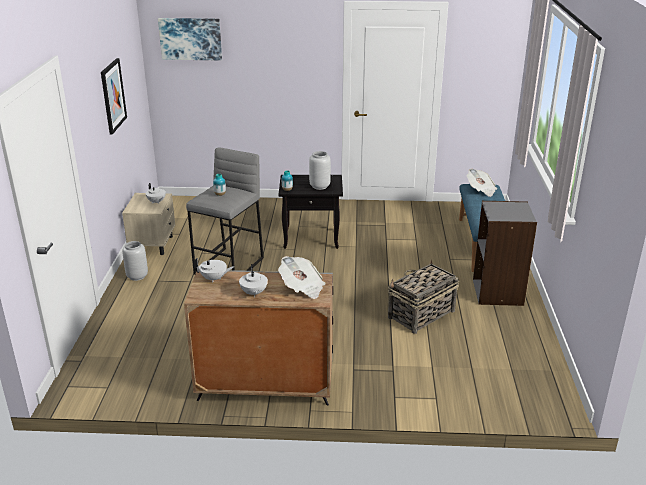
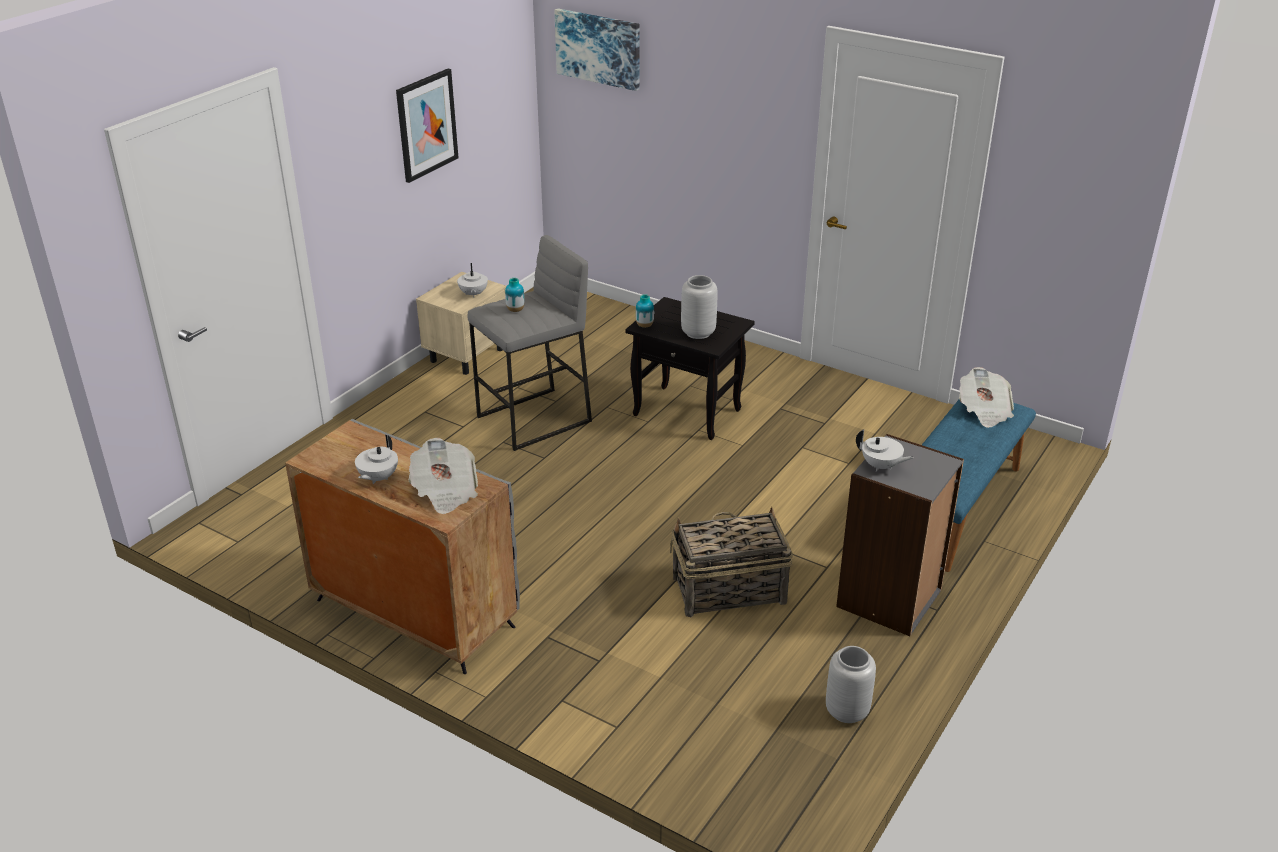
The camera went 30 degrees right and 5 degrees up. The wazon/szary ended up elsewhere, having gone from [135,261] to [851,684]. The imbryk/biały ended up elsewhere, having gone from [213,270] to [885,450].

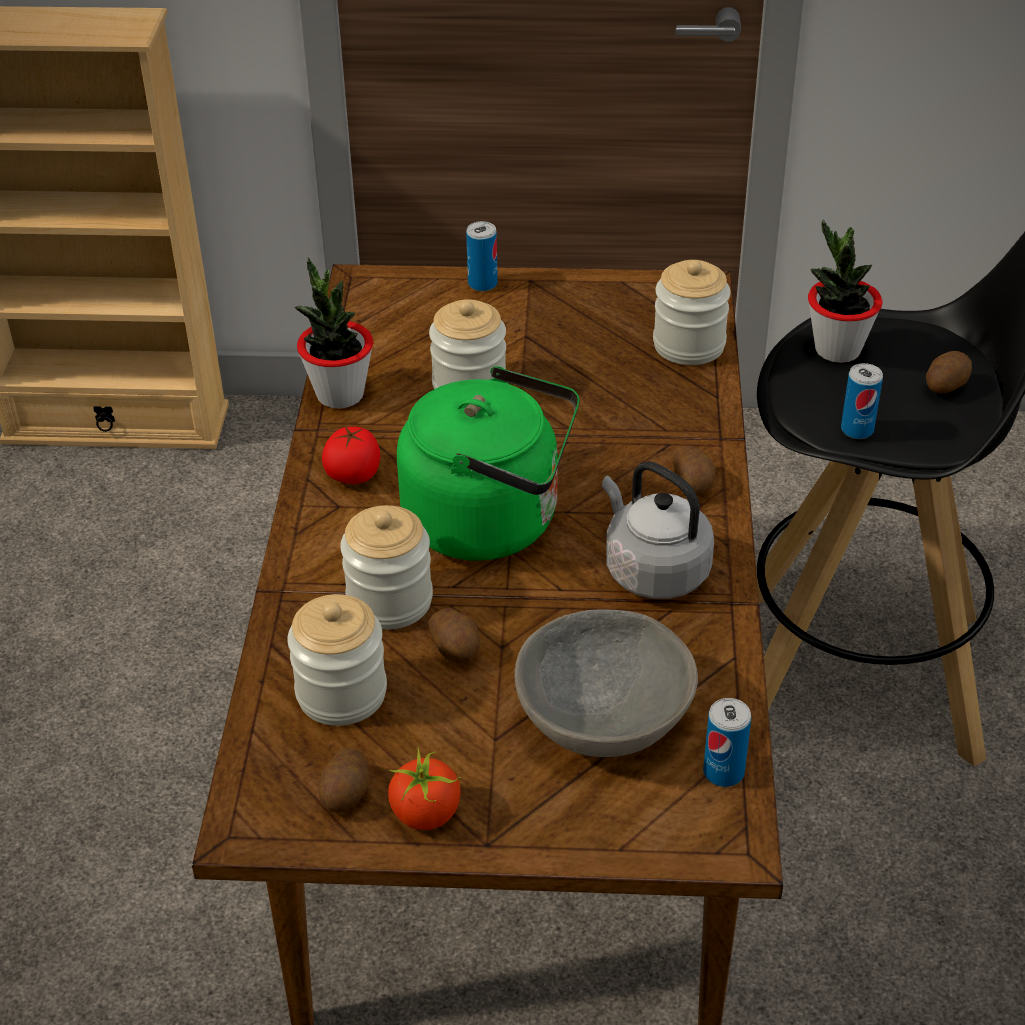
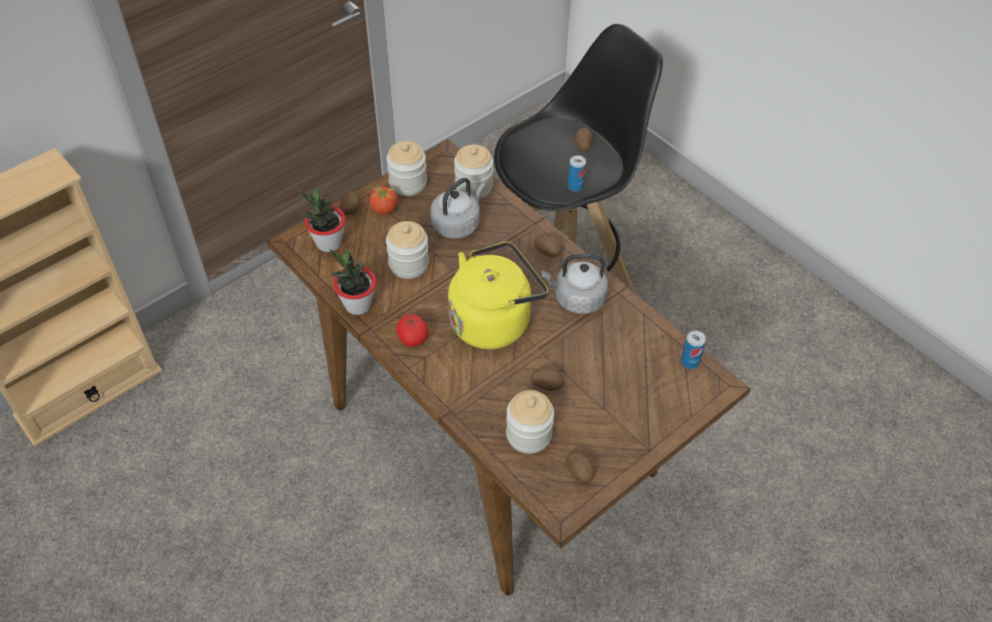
The camera went 45 degrees left and 10 degrees up. The słoik ended up elsewhere, having gone from [386,567] to [407,168]. The pomidor ended up elsewhere, having gone from [424,788] to [383,200]. What was the czajnik/zielony at [488,463] turned into the czajnik/żółty at [498,295]. Where the puszka stood at [482,256], the ziemniak came to stand at [350,203]. The second view lost the miska/szary at [606,683]. The roślina doniczkowa ended up elsewhere, having gone from [845,291] to [323,219]. The second view gained the czajnik/szary at [457,208].

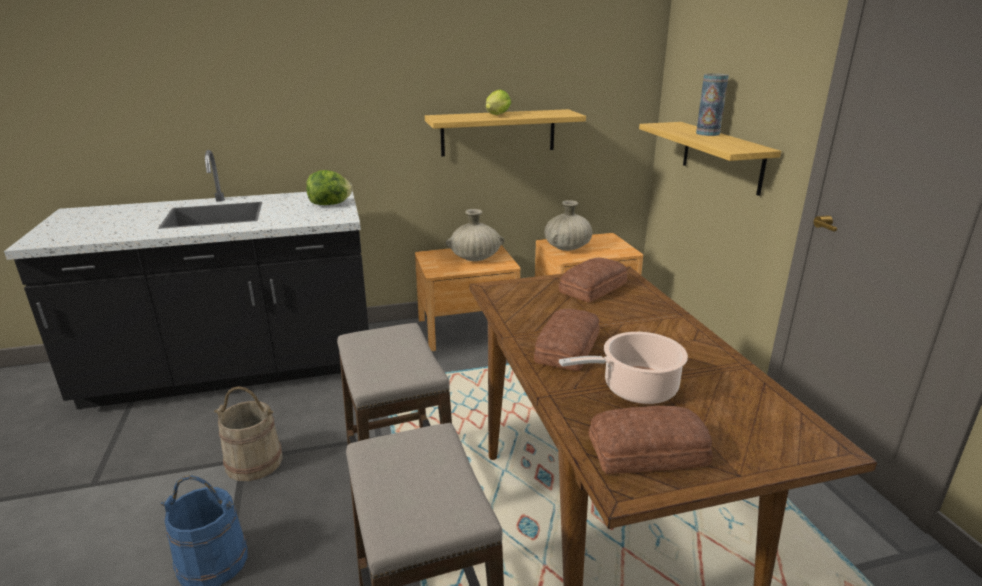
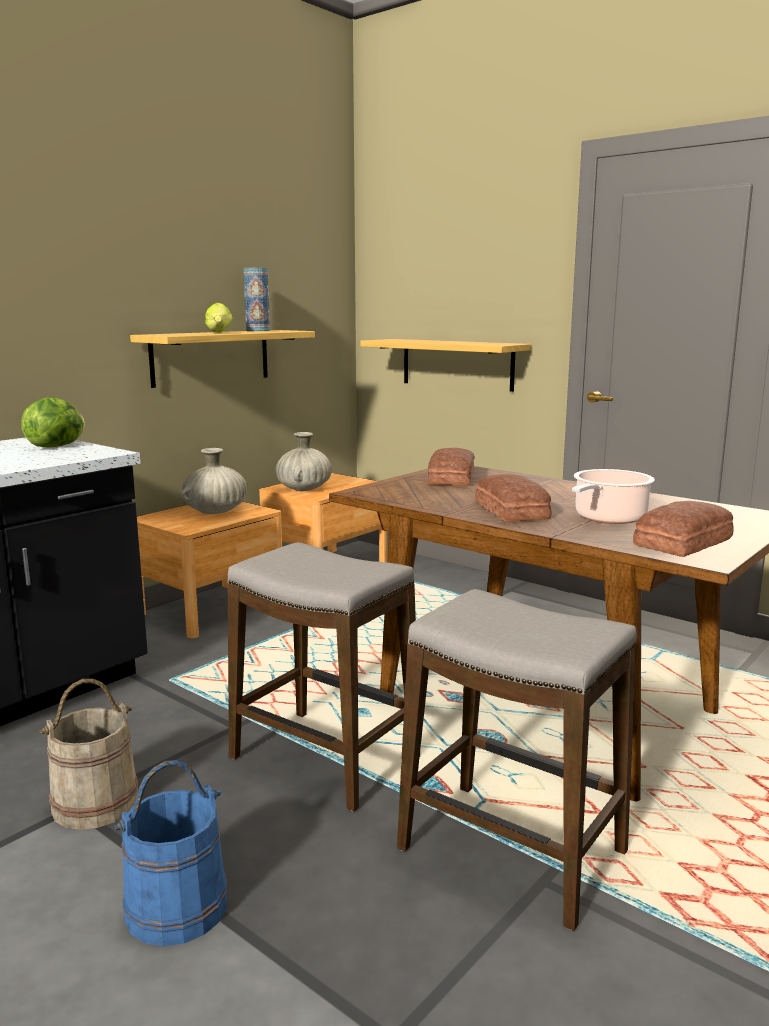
The camera went 35 degrees left and 10 degrees down. The wazon ended up elsewhere, having gone from [712,104] to [256,299].

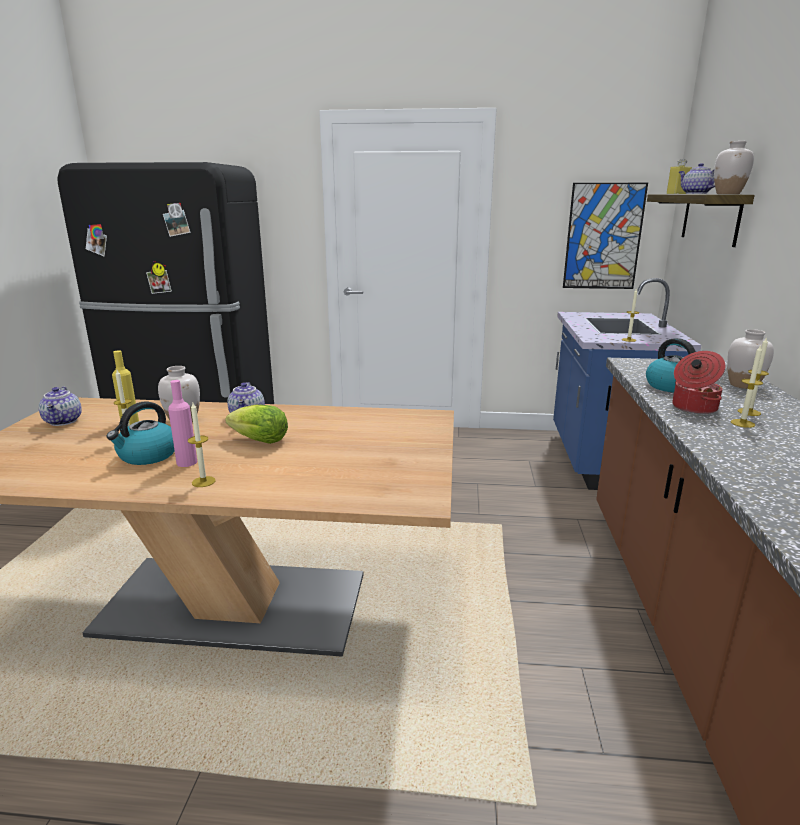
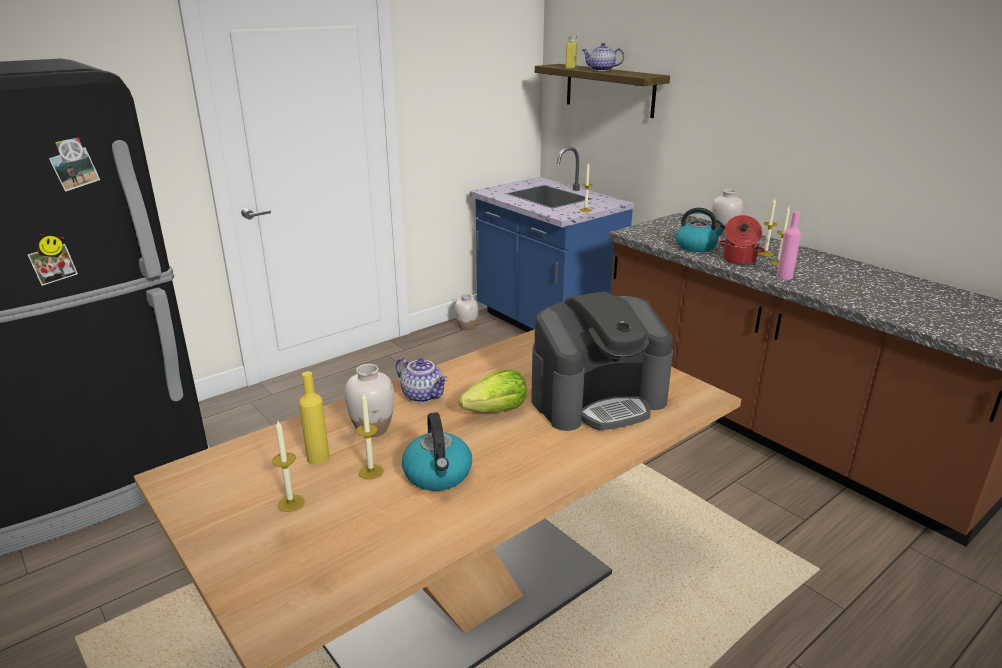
The camera went 45 degrees left and 5 degrees up. The second view lost the imbryk at [60,406]. The butelka/różowy ended up elsewhere, having gone from [182,423] to [789,245]. The świeca ended up elsewhere, having gone from [202,445] to [288,466]. The second view lost the obraz at [605,236]. The wazon/biały ended up elsewhere, having gone from [734,167] to [466,312]. The second view gained the ekspres do kawy at [602,361].

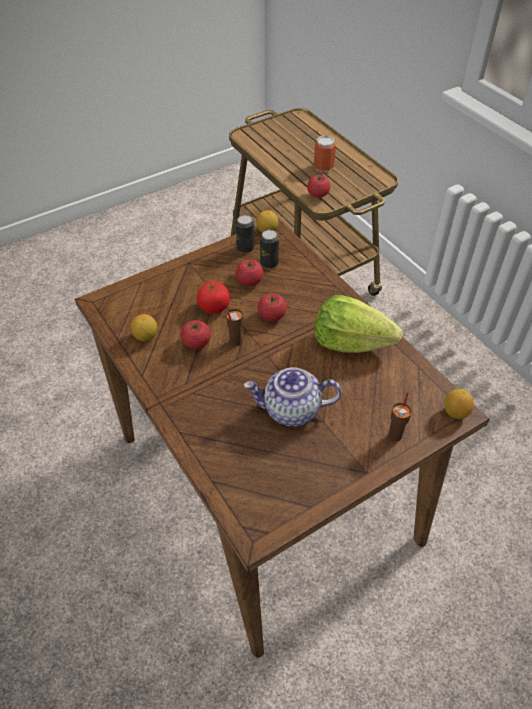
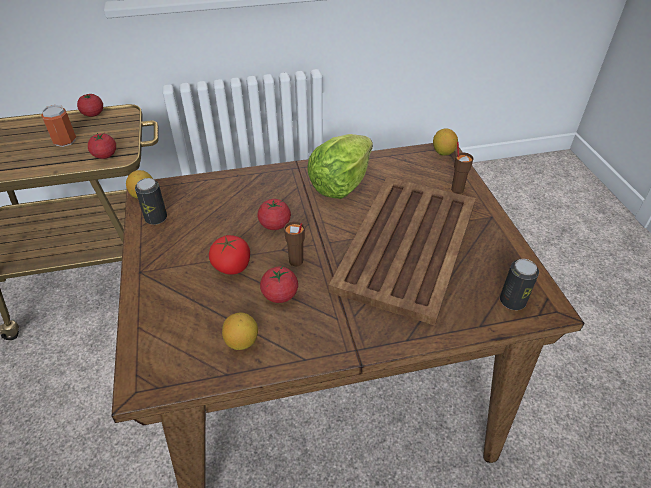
The camera went 70 degrees left and 5 degrees down. The pomidor ended up elsewhere, having gone from [250,272] to [90,105]. Where the imbryk stood at [293,397], the taca/brązowy came to stand at [402,251]. The puszka ended up elsewhere, having gone from [269,249] to [519,284].

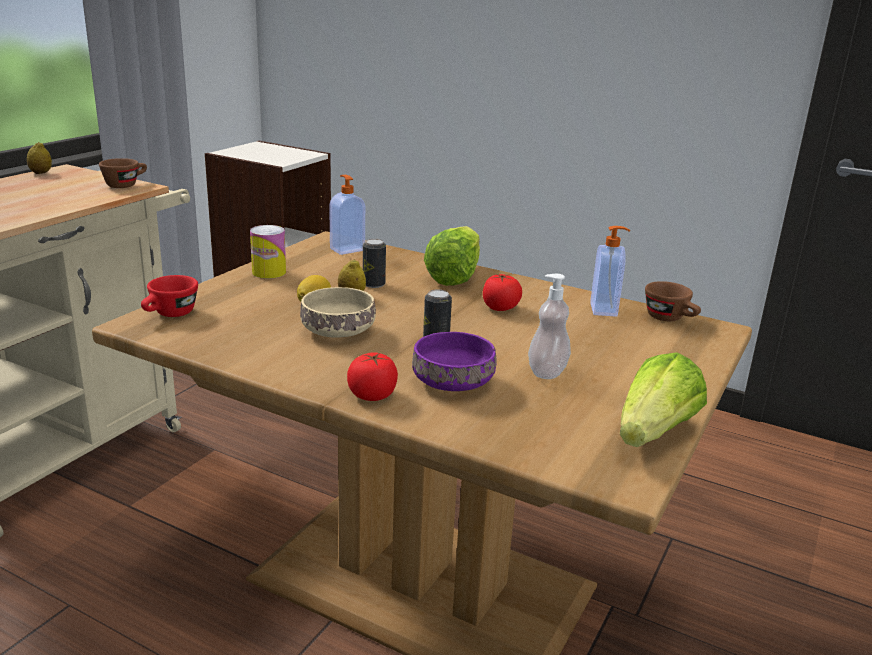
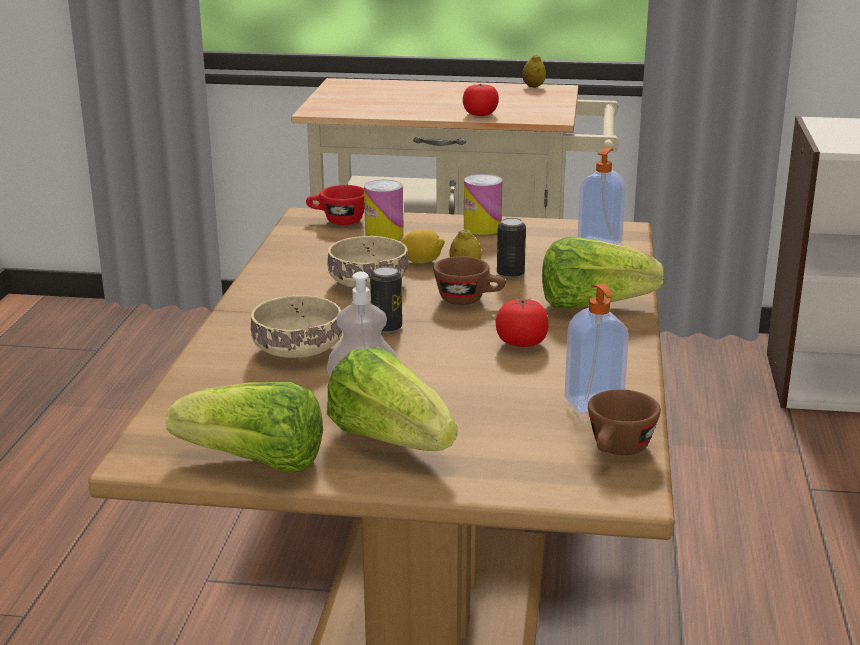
The camera went 70 degrees right and 0 degrees up. The filiżanka/brązowy ended up elsewhere, having gone from [123,173] to [469,280]. The pomidor ended up elsewhere, having gone from [372,376] to [481,100]. What was the miska/fioletowy at [454,361] turned into the miska/beżowy at [296,326]. The second view gained the sałata at [392,399]. The second view gained the puszka at [384,210].

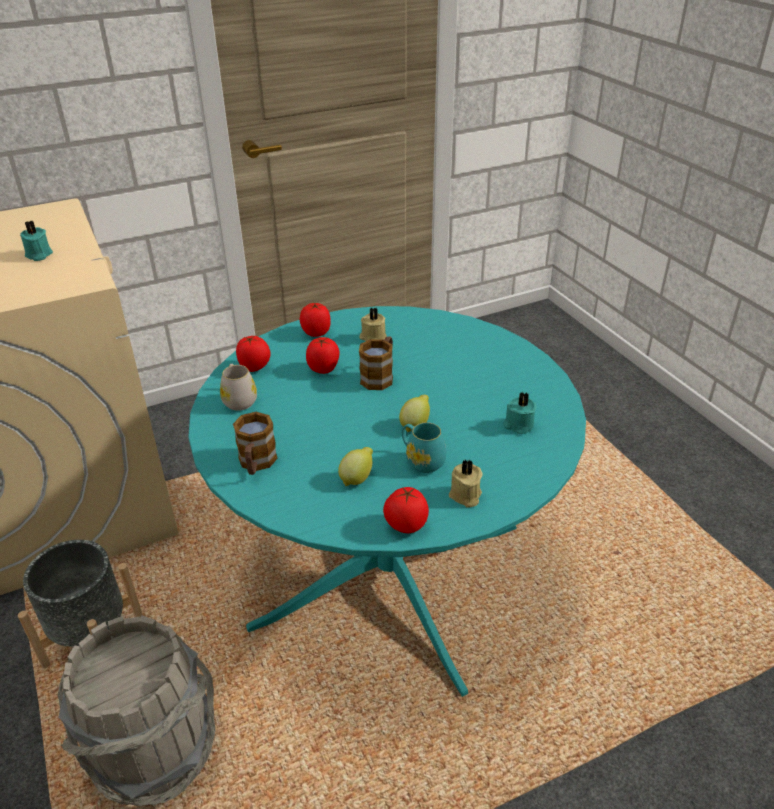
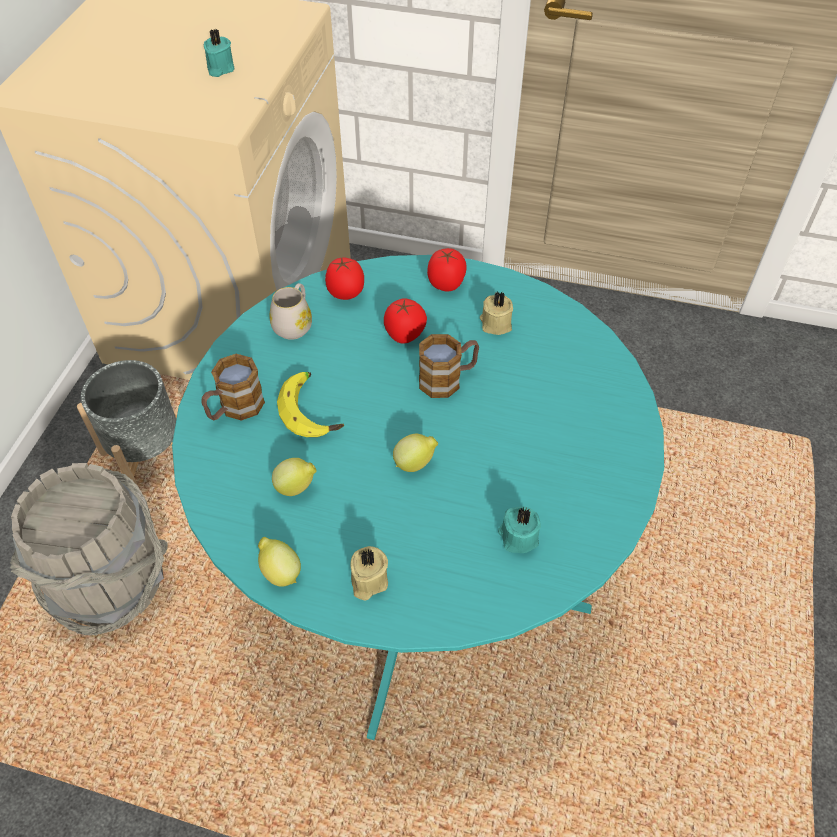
The camera went 40 degrees right and 15 degrees up. Where the pomidor stood at [406,510], the cytryna came to stand at [279,562]. The second view lost the kubek/turkusowy at [424,447]. The second view gained the banan at [310,404].

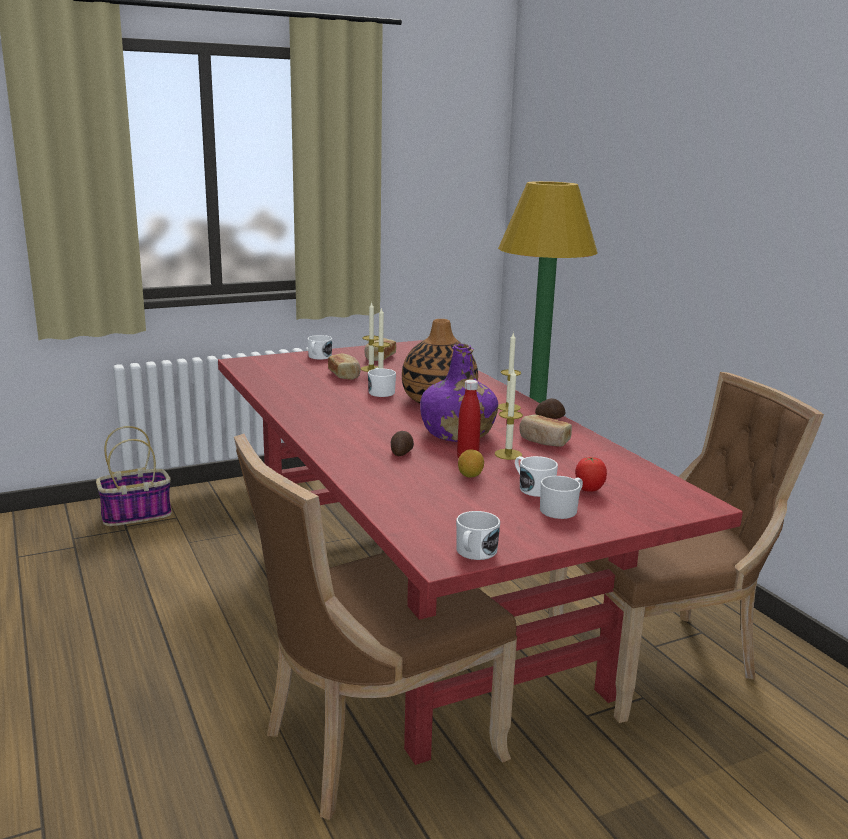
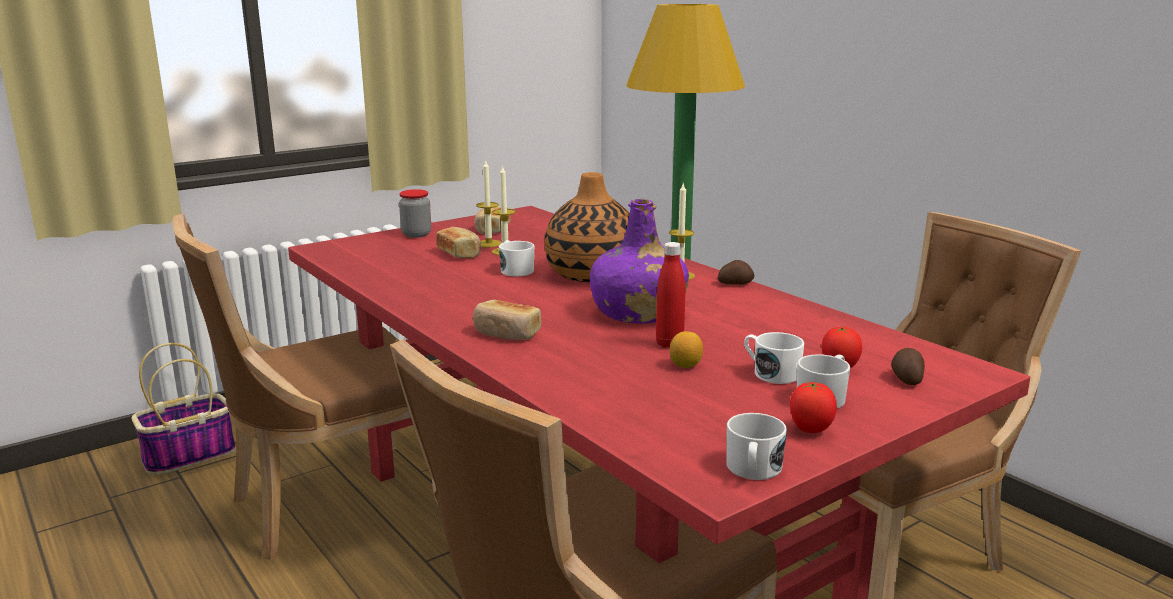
The camera went 10 degrees left and 0 degrees up. Where the kubek/biały stood at [320,347], the słoik came to stand at [415,213]. The ziemniak ended up elsewhere, having gone from [402,443] to [908,366]. The second view lost the świeca at [509,414]. The chleb ended up elsewhere, having gone from [545,430] to [507,320]. The second view gained the krzesło/brązowy at [305,386]. The second view gained the pomidor at [813,407].

